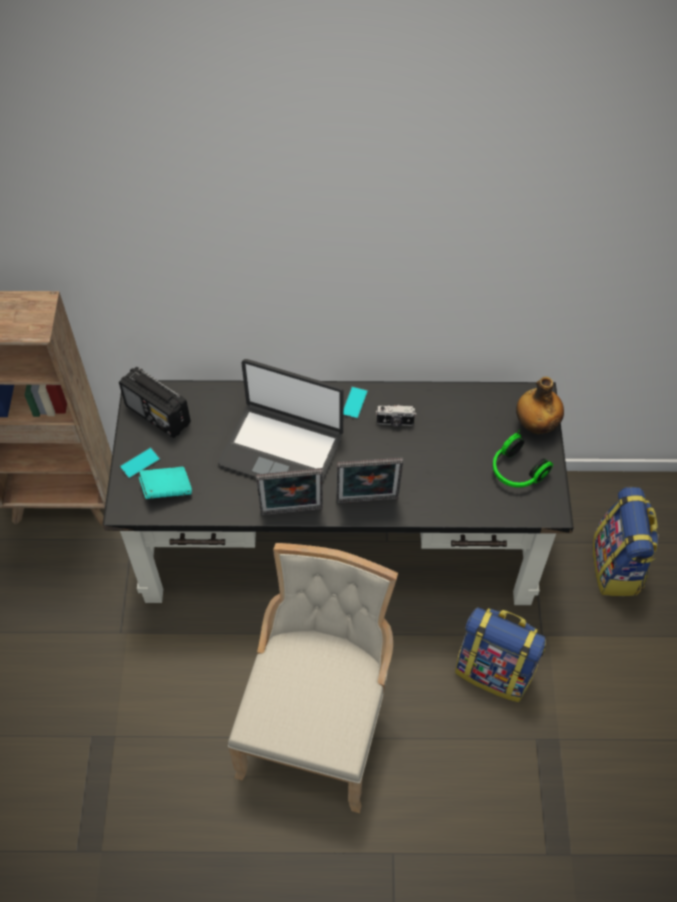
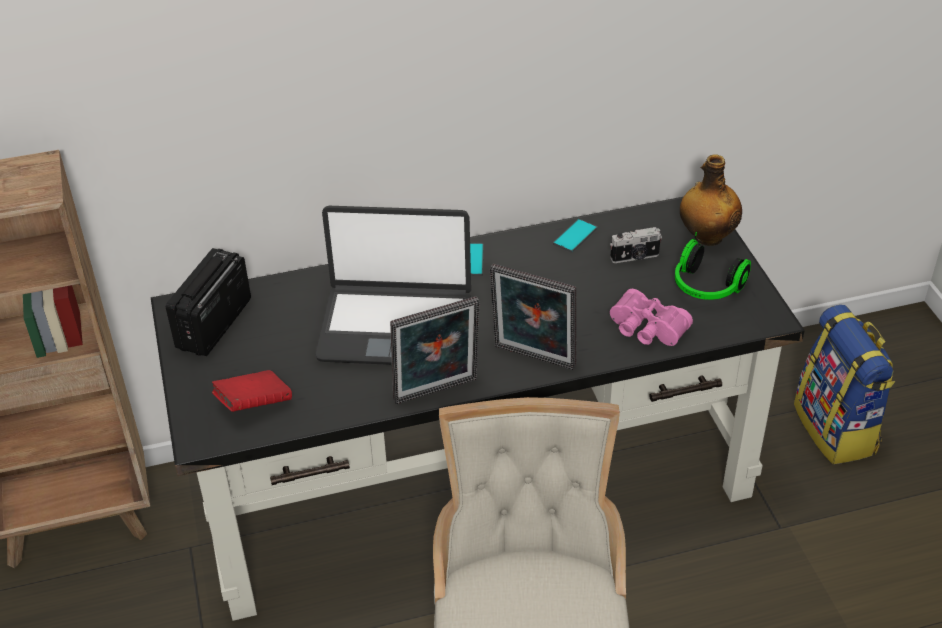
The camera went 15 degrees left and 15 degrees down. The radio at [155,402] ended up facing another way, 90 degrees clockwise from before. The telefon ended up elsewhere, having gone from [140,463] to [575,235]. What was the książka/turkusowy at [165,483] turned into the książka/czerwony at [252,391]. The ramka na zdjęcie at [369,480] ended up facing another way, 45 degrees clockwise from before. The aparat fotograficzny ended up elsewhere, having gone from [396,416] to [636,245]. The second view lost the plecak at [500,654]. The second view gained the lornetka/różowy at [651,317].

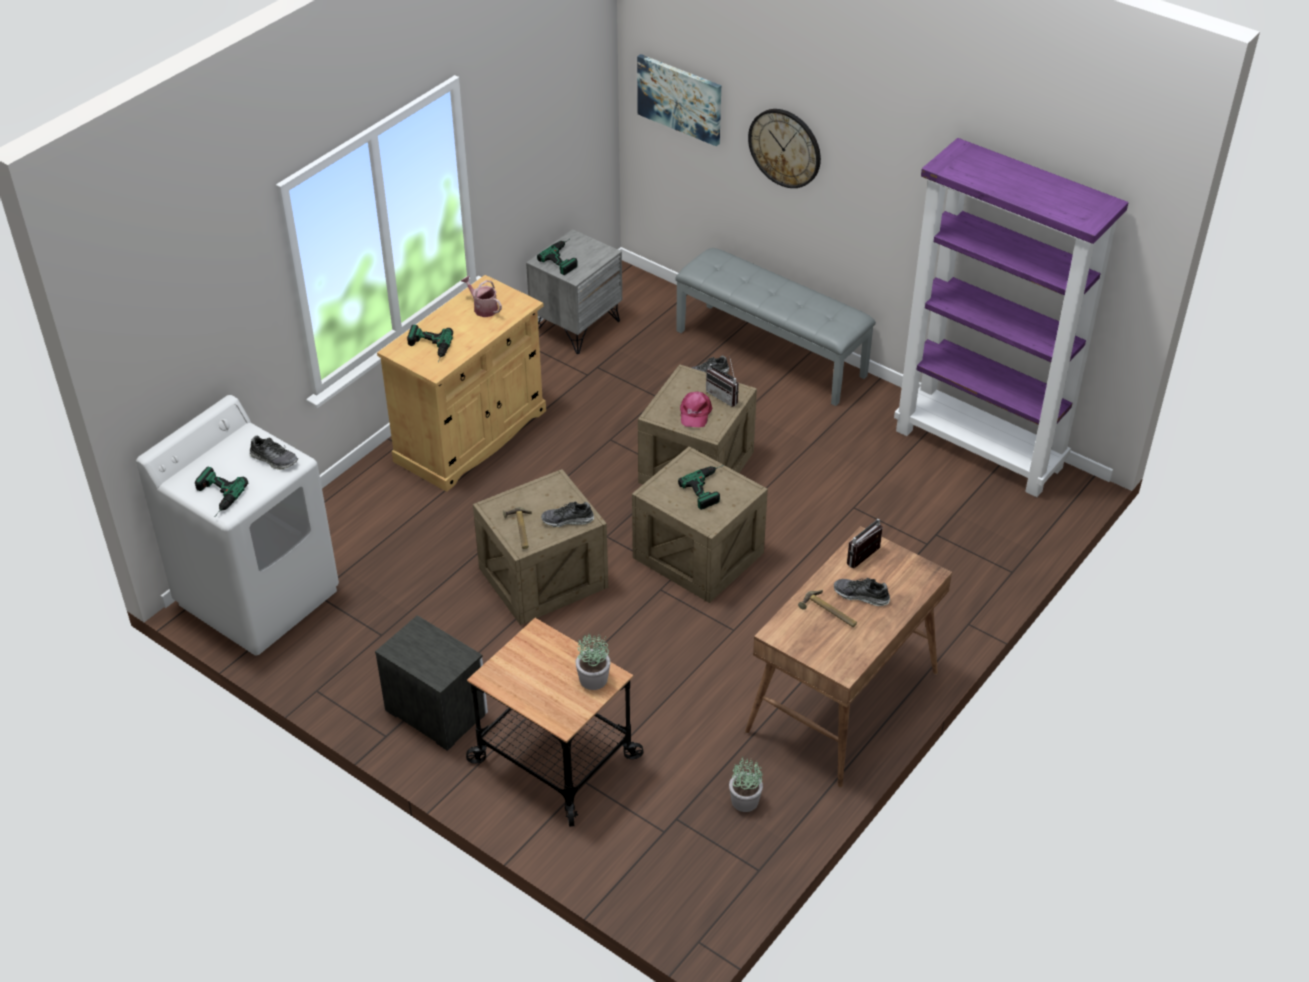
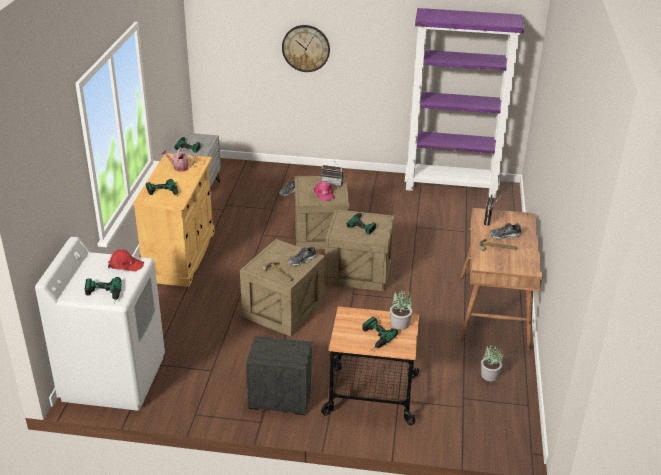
The camera went 30 degrees left and 10 degrees down. Where the but stood at [273,453], the czapka z daszkiem/czerwony came to stand at [126,260]. The second view lost the obraz at [679,100]. The second view lost the ławka/szary at [775,327]. The second view gained the wiertarka at [380,333].

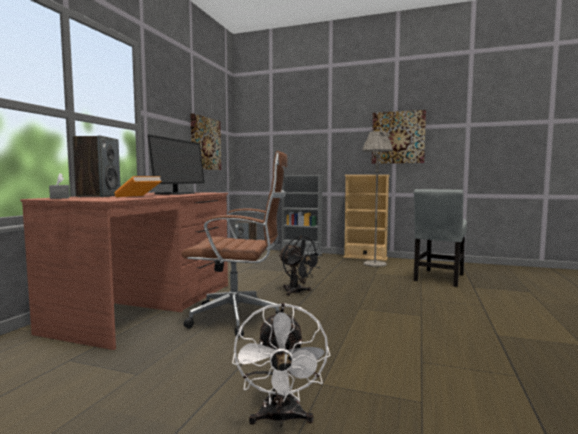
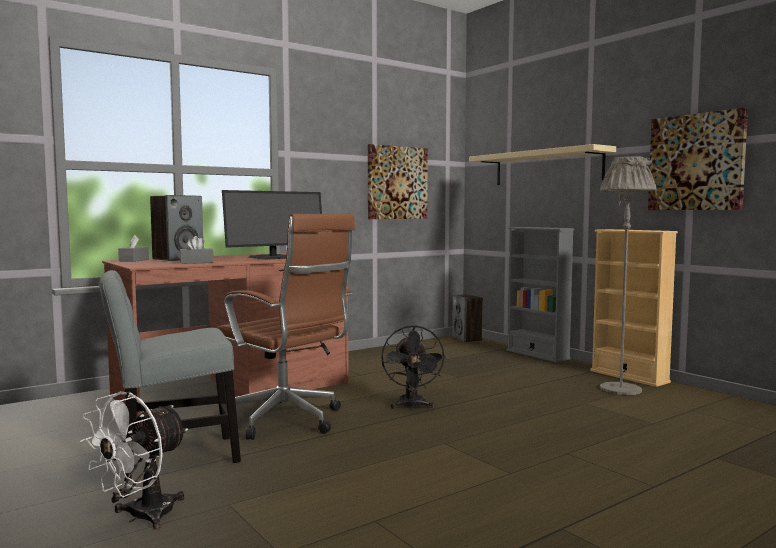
The camera went 35 degrees right and 0 degrees up. Where the książka/pomarańczowy stood at [138,186], the pudełko chusteczek/szary came to stand at [196,250]. The krzesło/szary ended up elsewhere, having gone from [440,238] to [170,375]. The second view gained the półka/beżowy at [542,164].

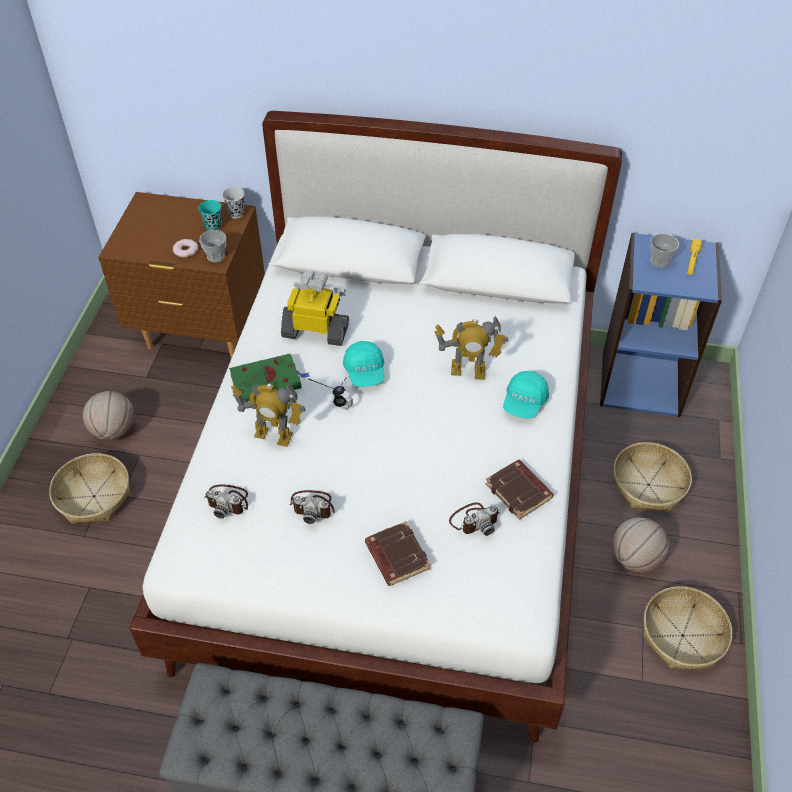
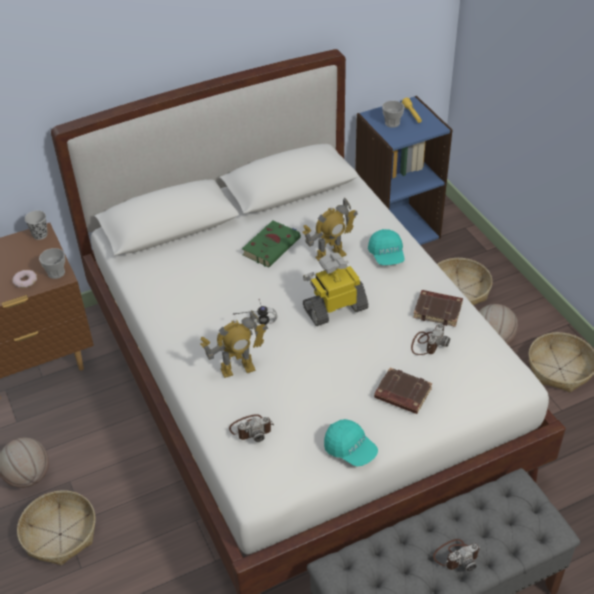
The camera went 35 degrees left and 5 degrees down. The second view lost the filiżanka/turkusowy at [210,215]. The książka/zielony ended up elsewhere, having gone from [269,378] to [271,244]. The robot zabawkowy ended up elsewhere, having gone from [315,308] to [335,289]. The aparat fotograficzny ended up elsewhere, having gone from [312,507] to [457,555]. The czapka z daszkiem/turkusowy ended up elsewhere, having gone from [363,364] to [351,443].

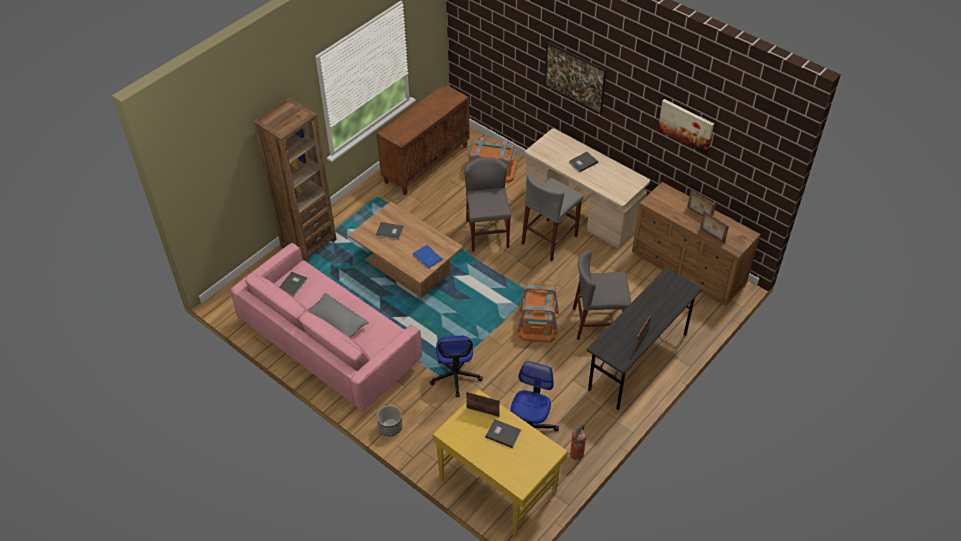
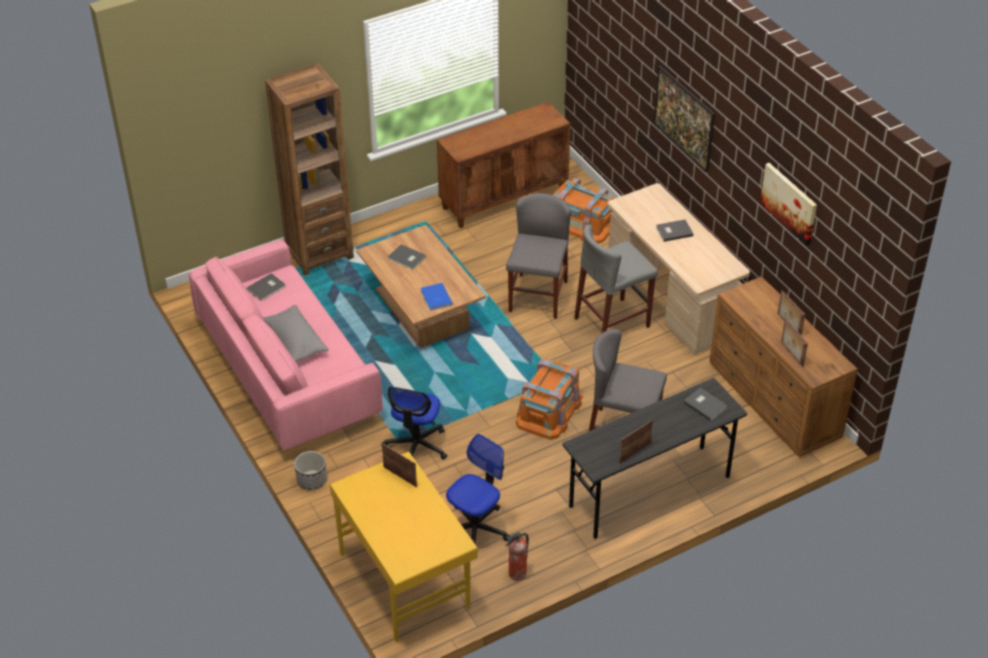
The camera went 20 degrees right and 5 degrees down. The książka/szary ended up elsewhere, having gone from [503,433] to [706,404].

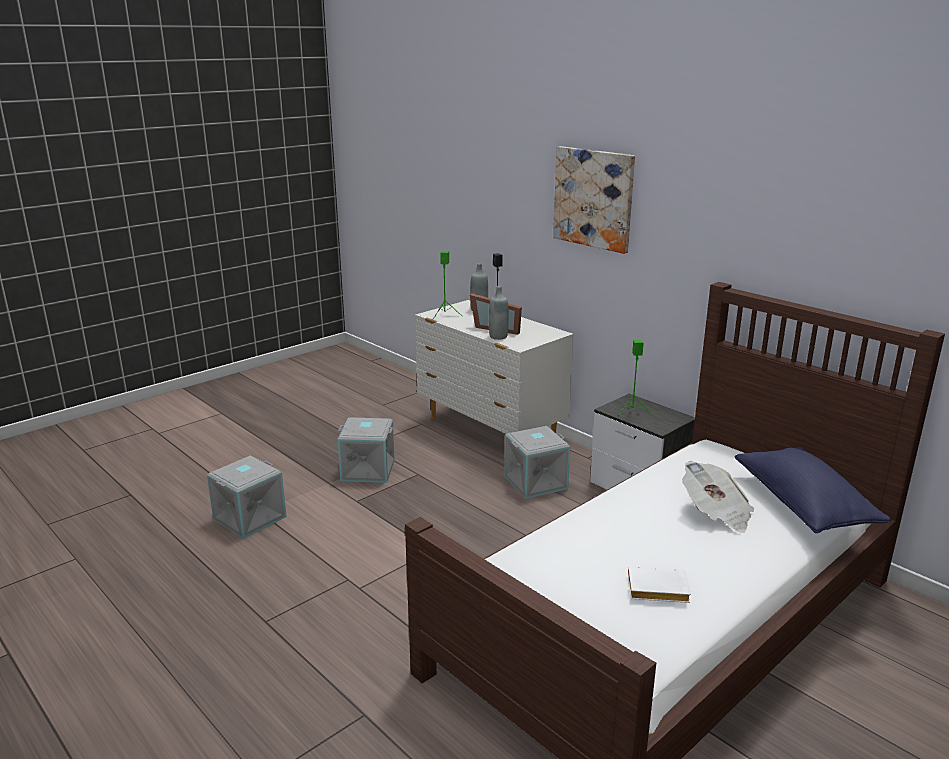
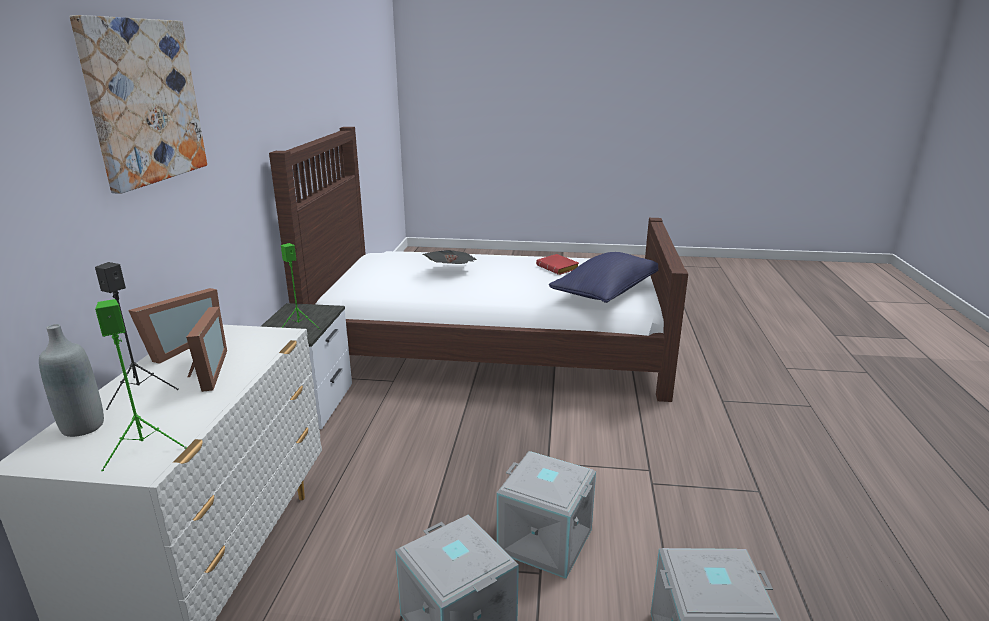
The camera went 130 degrees left and 0 degrees up. The second view lost the butelka/szary at [499,313]. The pojemnik do przechowywania/szary ended up elsewhere, having gone from [537,462] to [546,515]. What was the książka/biały at [659,585] turned into the książka/czerwony at [557,264]. The poduszka/niebieski ended up elsewhere, having gone from [813,490] to [603,277]. The second view gained the ramka na zdjęcie at [173,326].

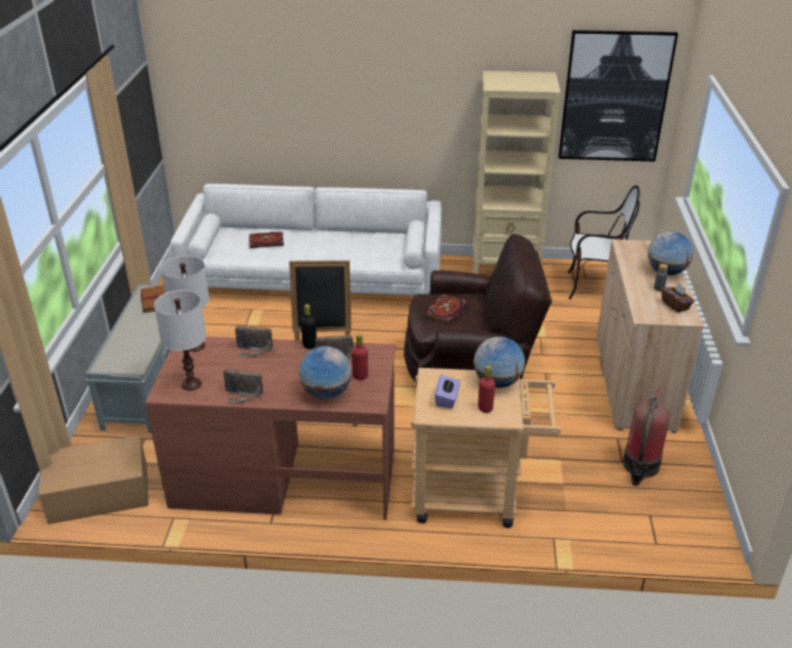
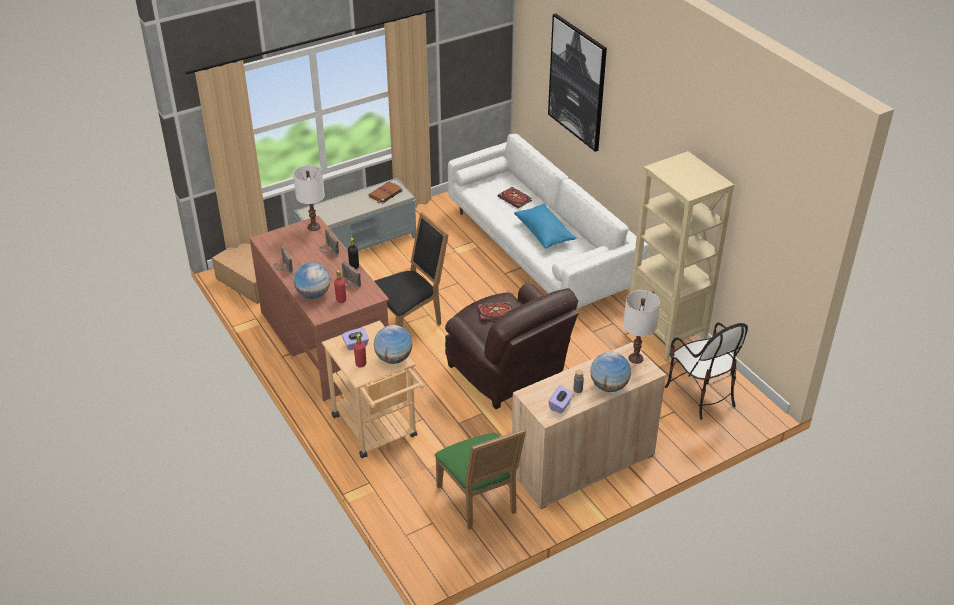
The camera went 55 degrees right and 5 degrees up. The lampa stołowa/biały ended up elsewhere, having gone from [180,340] to [641,327]. The obraz ended up elsewhere, having gone from [618,95] to [577,83]. Where the gaśnica stood at [646,436], the krzesło/zielony came to stand at [480,479]. What was the pudełko chusteczek/brązowy at [678,298] turned into the pudełko chusteczek/fioletowy at [561,399]. The second view gained the poduszka/niebieski at [545,226].

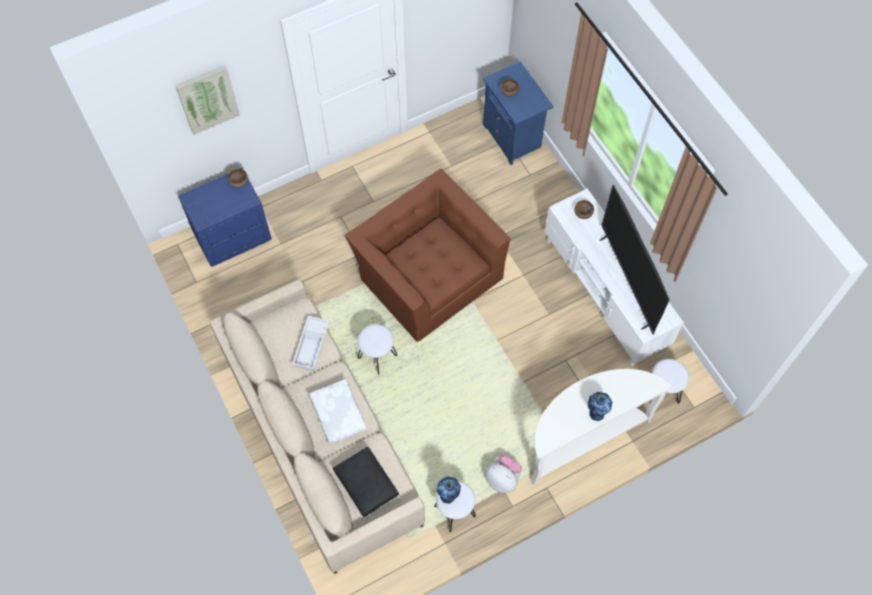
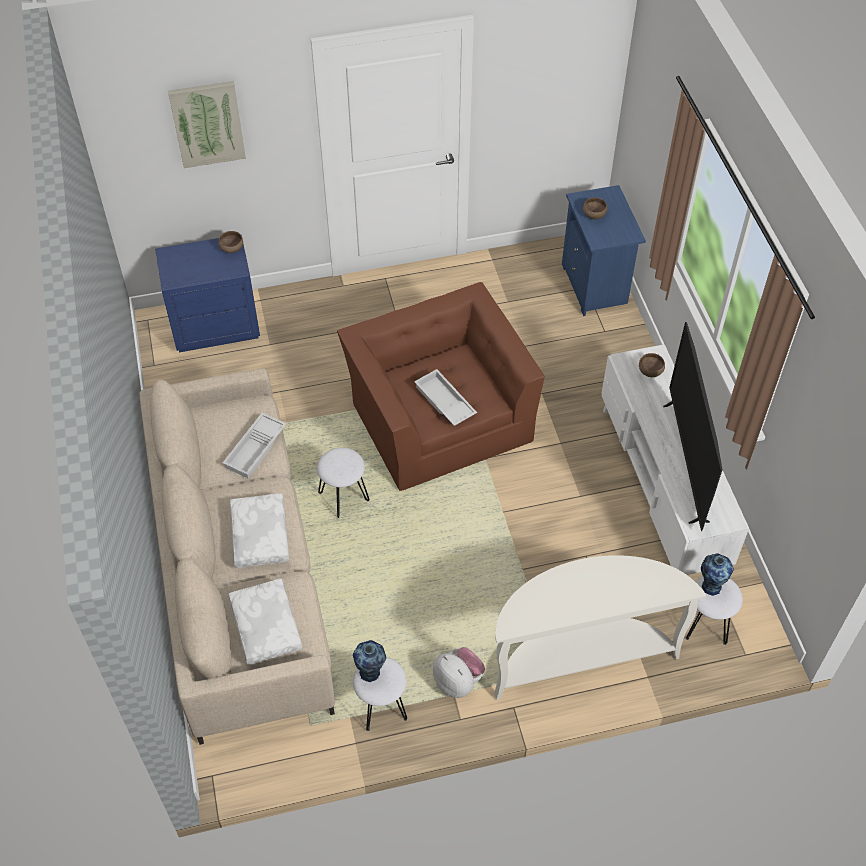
The camera went 15 degrees right and 10 degrees down. What was the poduszka/czarny at [366,481] turned into the poduszka/biały at [265,622]. The wazon ended up elsewhere, having gone from [600,406] to [717,574]. The second view gained the taca/biały at [445,397].

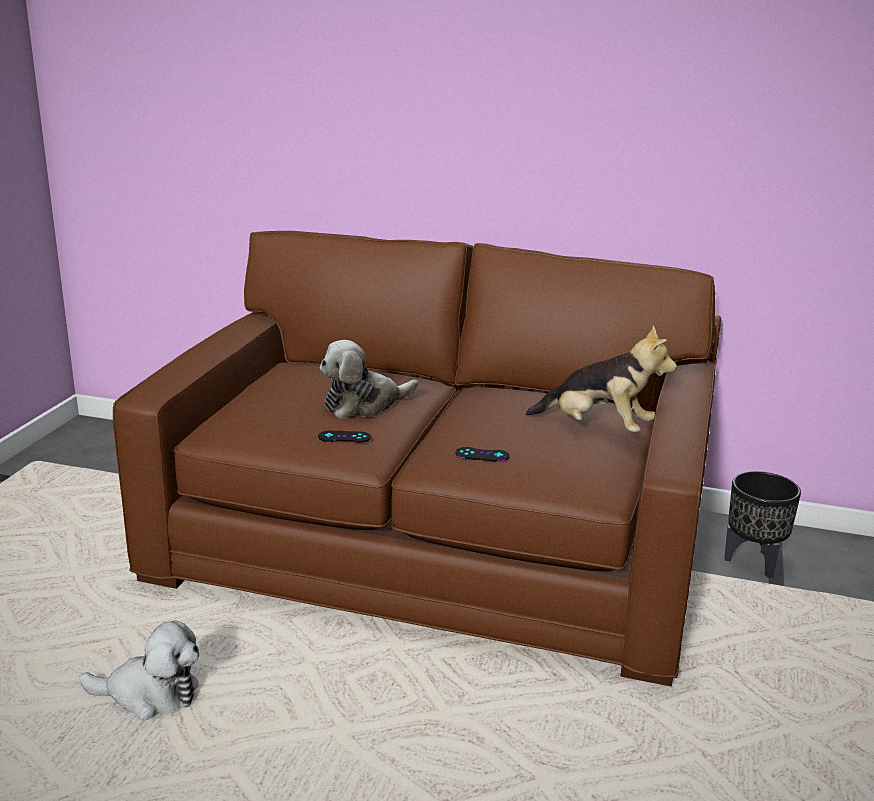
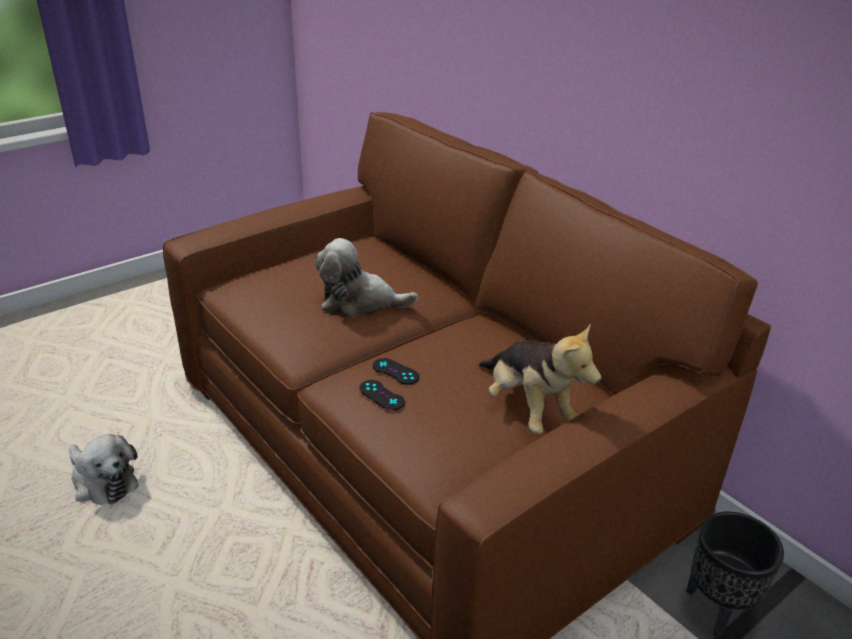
The camera went 35 degrees right and 10 degrees up. The pad do gier/czarny ended up elsewhere, having gone from [344,437] to [396,371].

